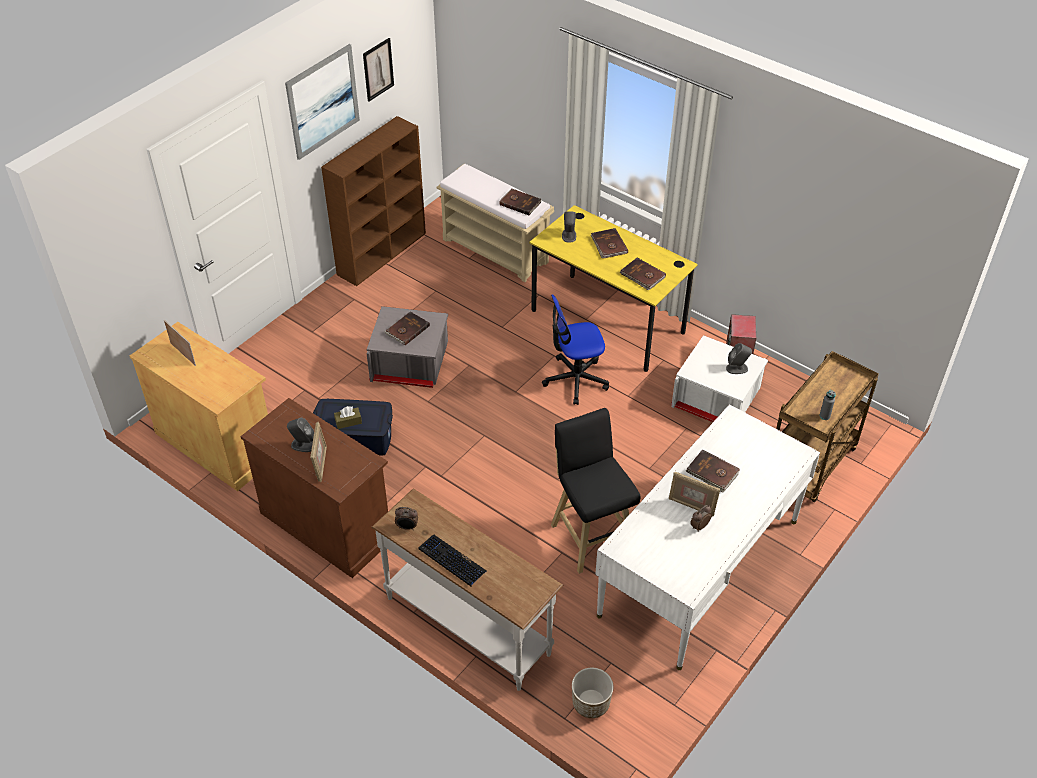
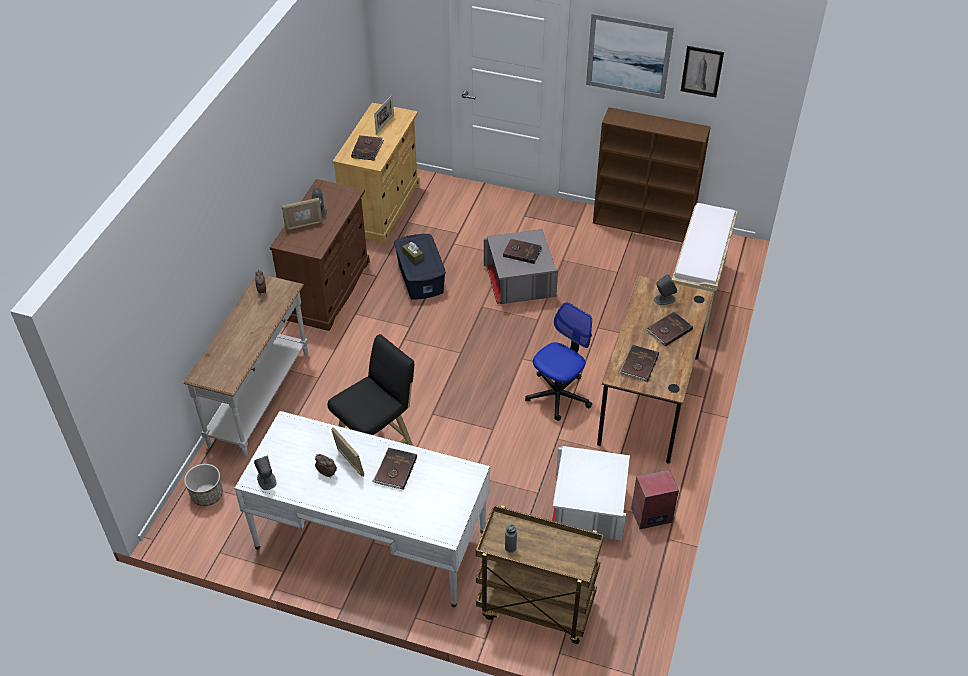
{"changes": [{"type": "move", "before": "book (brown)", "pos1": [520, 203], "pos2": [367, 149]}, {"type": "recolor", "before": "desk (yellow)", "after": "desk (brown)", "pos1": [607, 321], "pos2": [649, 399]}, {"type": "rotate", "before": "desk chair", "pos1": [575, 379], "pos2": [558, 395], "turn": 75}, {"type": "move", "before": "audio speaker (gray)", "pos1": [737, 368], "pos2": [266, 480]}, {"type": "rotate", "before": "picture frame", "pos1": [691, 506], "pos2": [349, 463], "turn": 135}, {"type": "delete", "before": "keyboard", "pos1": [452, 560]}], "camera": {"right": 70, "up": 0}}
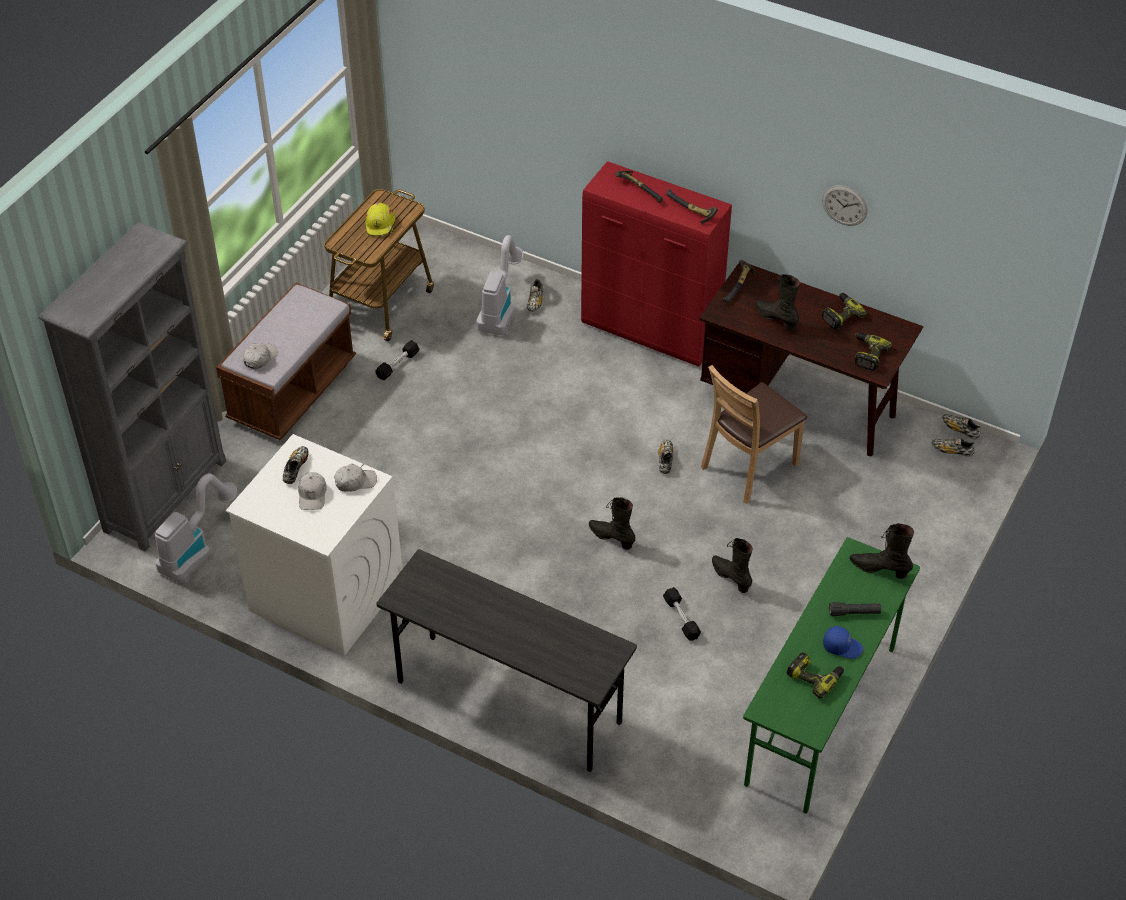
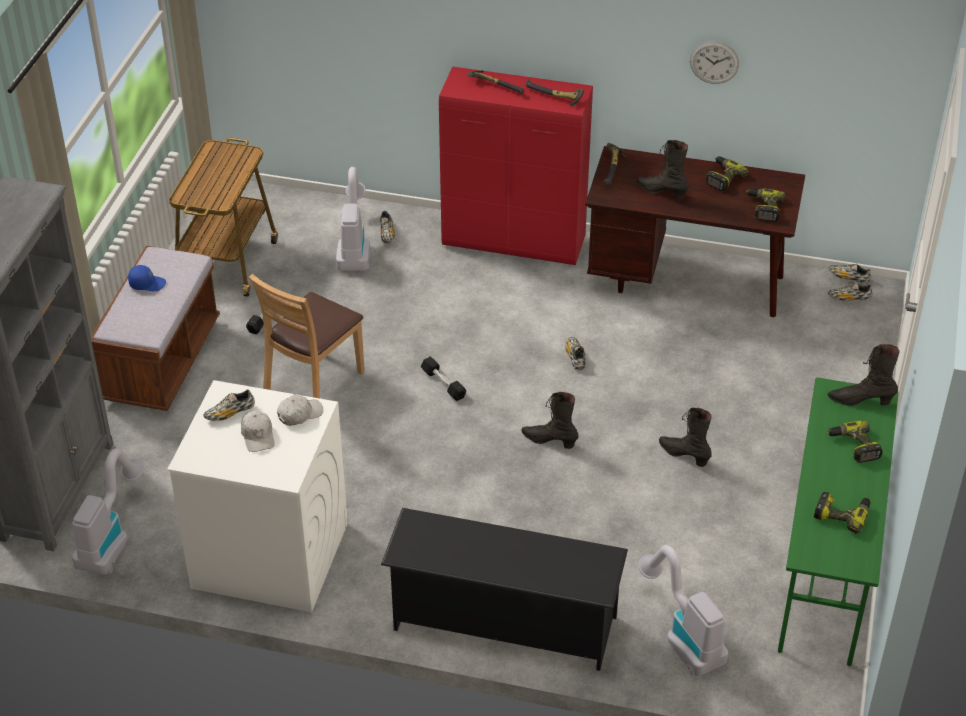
{"changes": [{"type": "delete", "before": "safety helmet (yellow)", "pos1": [381, 225]}, {"type": "delete", "before": "cap (white-coloured)", "pos1": [260, 358]}, {"type": "move", "before": "plain chair (brown)", "pos1": [749, 467], "pos2": [314, 384]}, {"type": "rotate", "before": "item of footwear", "pos1": [296, 469], "pos2": [230, 413], "turn": -120}, {"type": "replace", "before": "desk (gray)", "after": "shoe rack (black-coloured)", "pos1": [507, 703], "pos2": [503, 623]}, {"type": "move", "before": "hand weight (black-coloured)", "pos1": [681, 618], "pos2": [443, 384]}, {"type": "replace", "before": "hand torch (black-coloured)", "after": "electric drill", "pos1": [854, 613], "pos2": [854, 446]}, {"type": "move", "before": "cap (bluish)", "pos1": [842, 646], "pos2": [147, 283]}, {"type": "insert", "after": "vacuum cleaner", "pos2": [682, 636]}], "camera": {"right": -15, "up": -5}}
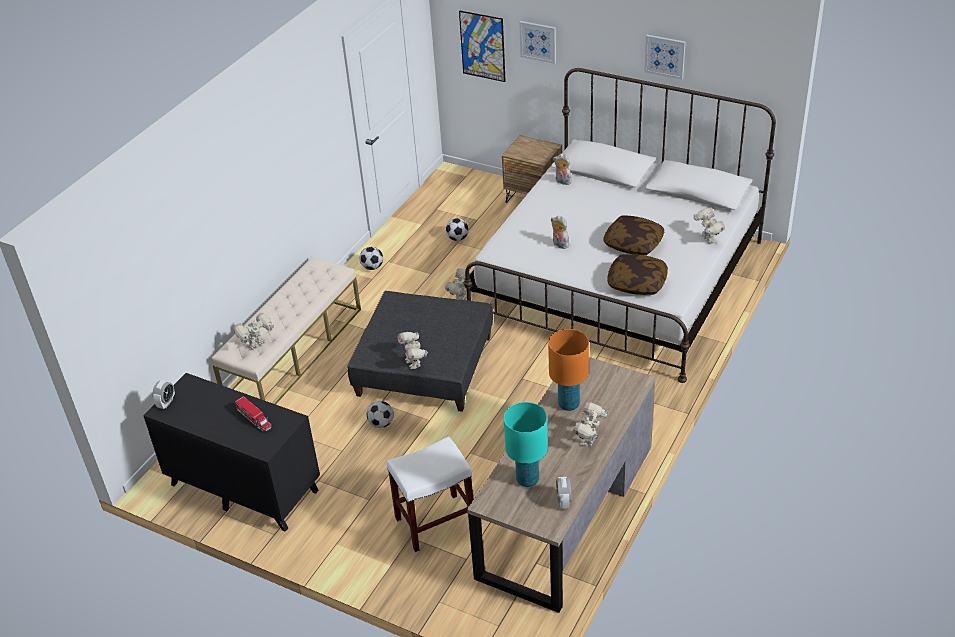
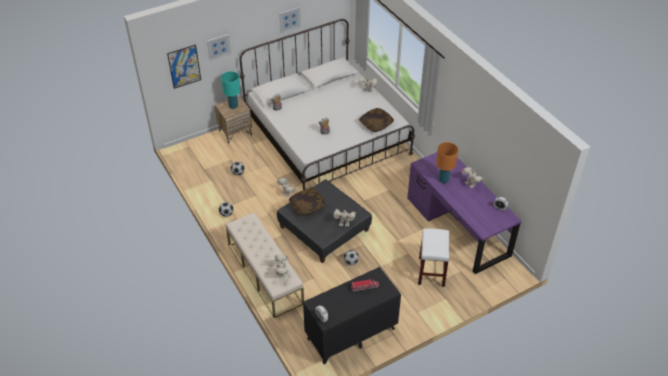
{"changes": [{"type": "move", "before": "pillow", "pos1": [633, 244], "pos2": [307, 206]}, {"type": "recolor", "before": "desk (brown)", "after": "desk (purple)", "pos1": [566, 511], "pos2": [457, 226]}, {"type": "move", "before": "table lamp (turquoise-coloured)", "pos1": [527, 479], "pos2": [233, 106]}], "camera": {"right": -60, "up": 5}}
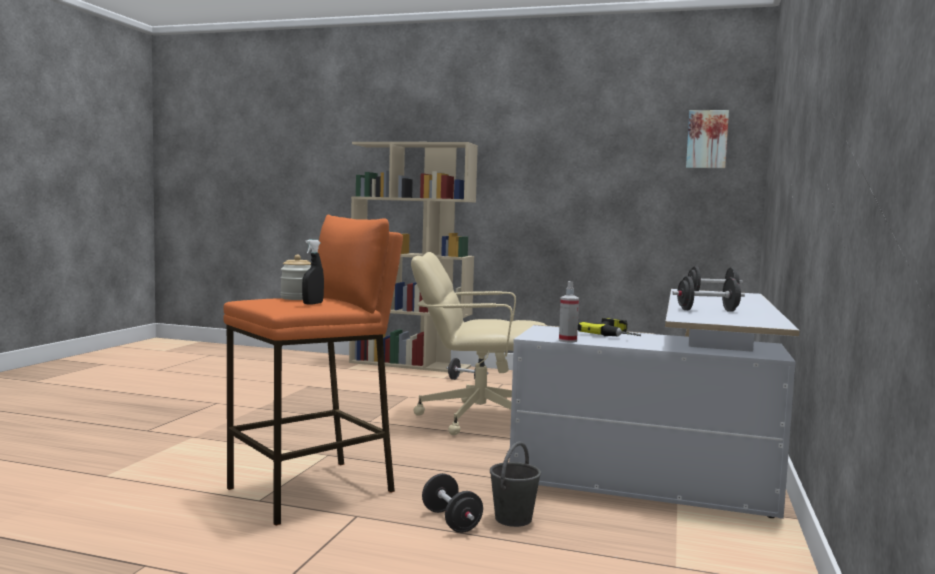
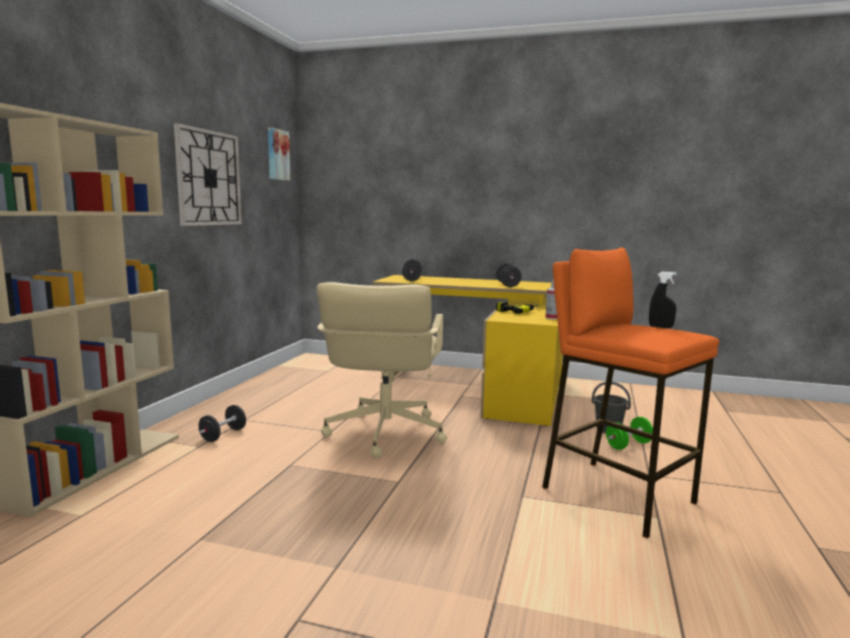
{"changes": [{"type": "delete", "before": "preserve jar", "pos1": [297, 298]}, {"type": "recolor", "before": "desk (white-coloured)", "after": "desk (yellow)", "pos1": [677, 463], "pos2": [482, 386]}, {"type": "recolor", "before": "hand weight (black-coloured)", "after": "hand weight (green-coloured)", "pos1": [451, 521], "pos2": [628, 445]}, {"type": "insert", "after": "clock on the wall", "pos2": [209, 178]}], "camera": {"right": -90, "up": 5}}
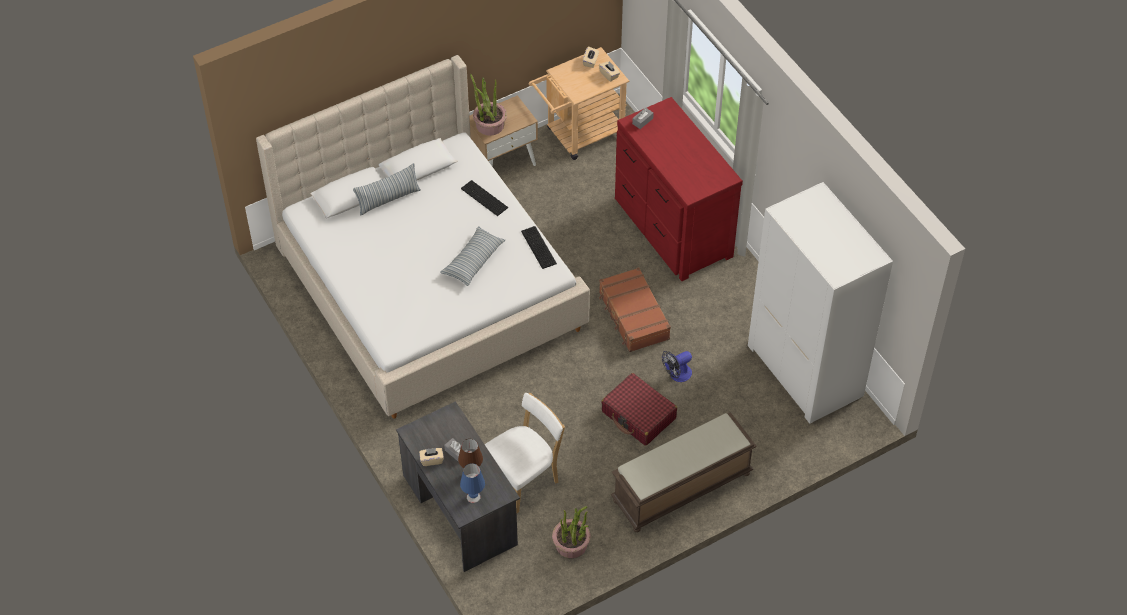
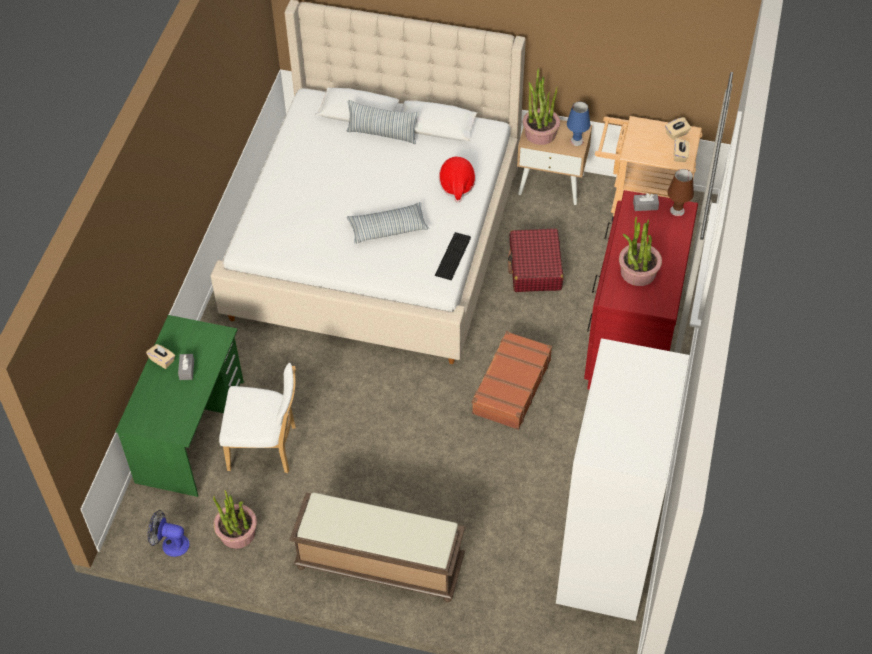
{"changes": [{"type": "replace", "before": "keyboard", "after": "hat", "pos1": [484, 199], "pos2": [457, 186]}, {"type": "move", "before": "cooling fan", "pos1": [677, 375], "pos2": [170, 544]}, {"type": "move", "before": "travel case (red-coloured)", "pos1": [638, 415], "pos2": [535, 268]}, {"type": "recolor", "before": "desk (gray)", "after": "desk (green-coloured)", "pos1": [460, 509], "pos2": [191, 431]}, {"type": "move", "before": "table lamp (brown)", "pos1": [471, 472], "pos2": [677, 210]}, {"type": "move", "before": "table lamp (bluish)", "pos1": [473, 497], "pos2": [576, 141]}, {"type": "insert", "after": "potted plant", "pos2": [638, 272]}], "camera": {"right": 45, "up": 0}}
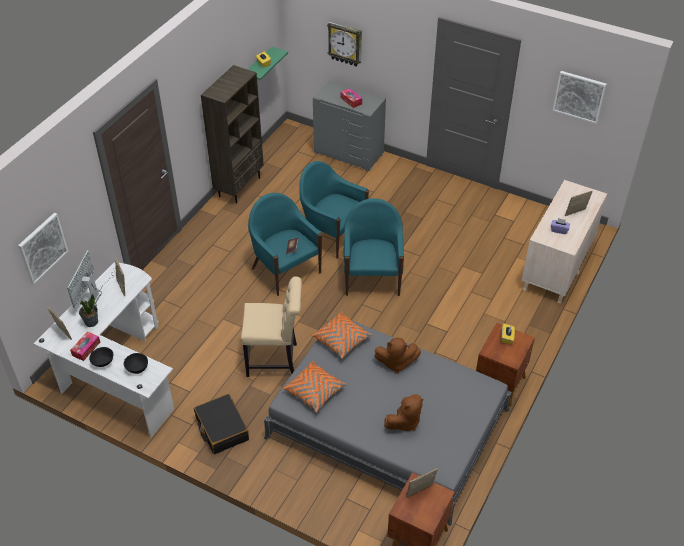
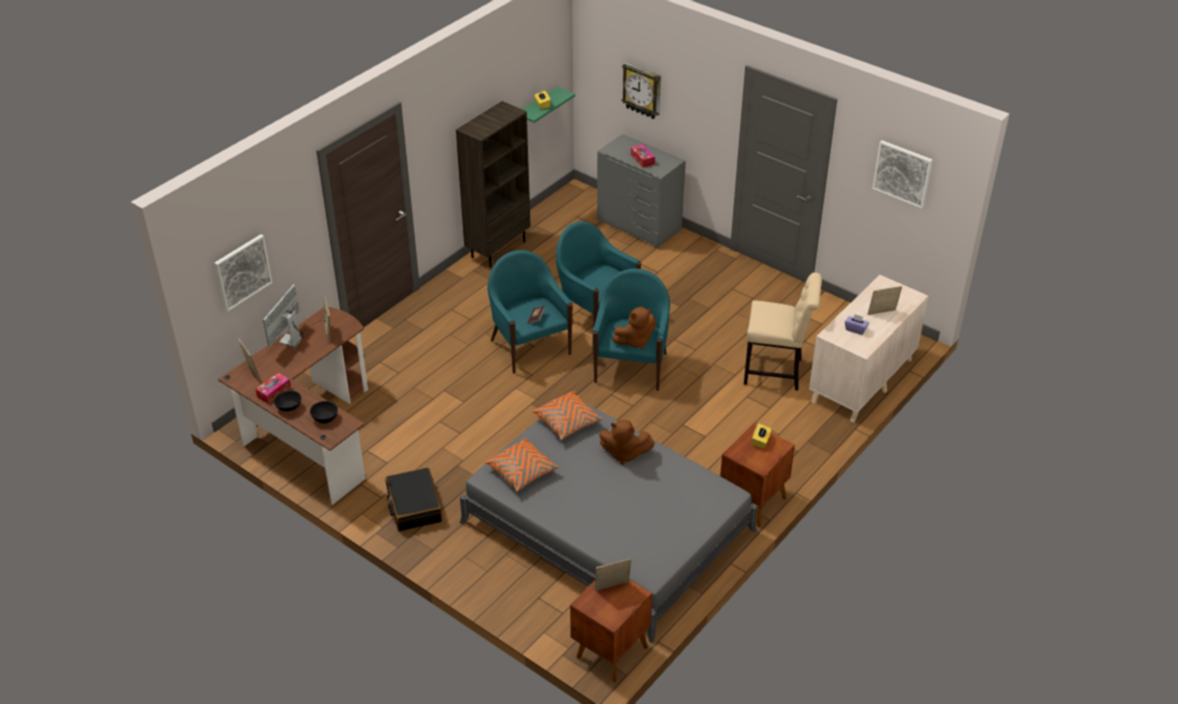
{"changes": [{"type": "recolor", "before": "desk (white-coloured)", "after": "desk (brown)", "pos1": [117, 372], "pos2": [310, 432]}, {"type": "move", "before": "plain chair (beige)", "pos1": [275, 360], "pos2": [776, 372]}, {"type": "delete", "before": "potted plant", "pos1": [91, 322]}, {"type": "move", "before": "plush toy (brown)", "pos1": [405, 422], "pos2": [635, 341]}], "camera": {"right": 10, "up": -5}}
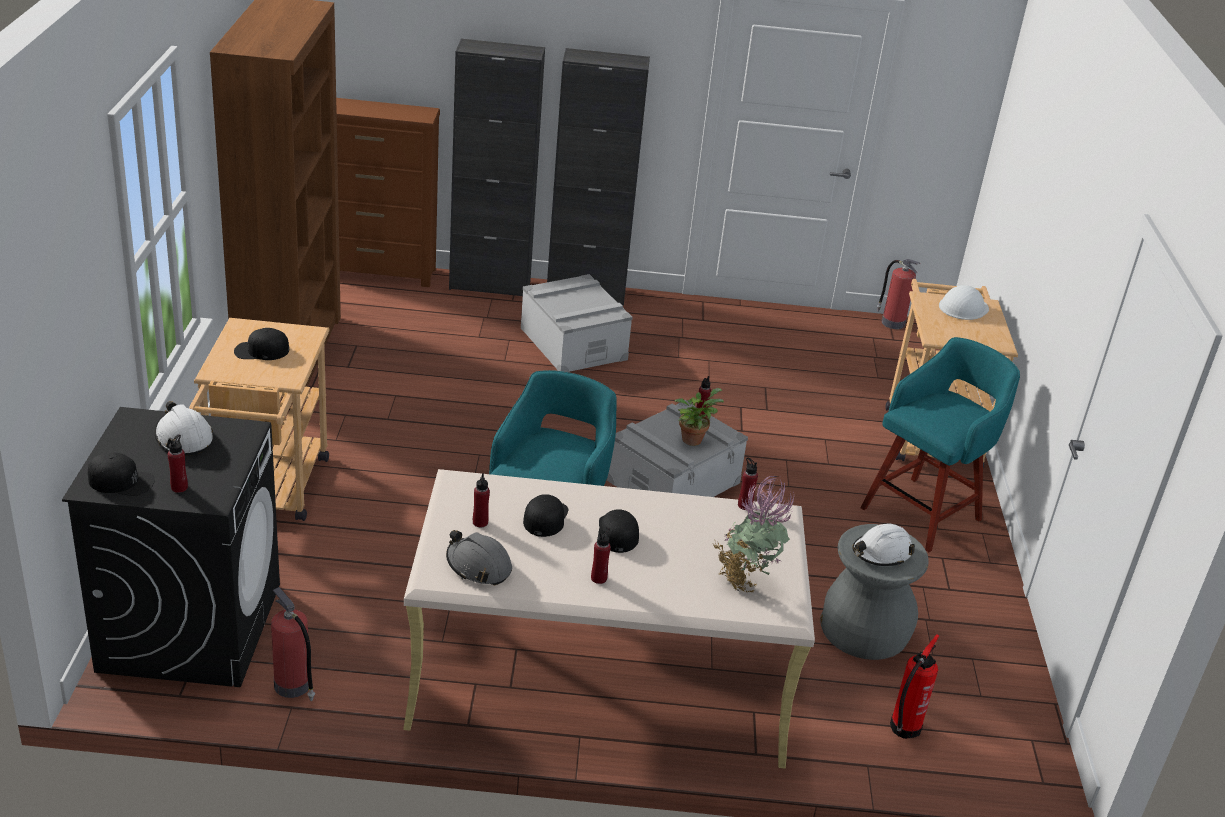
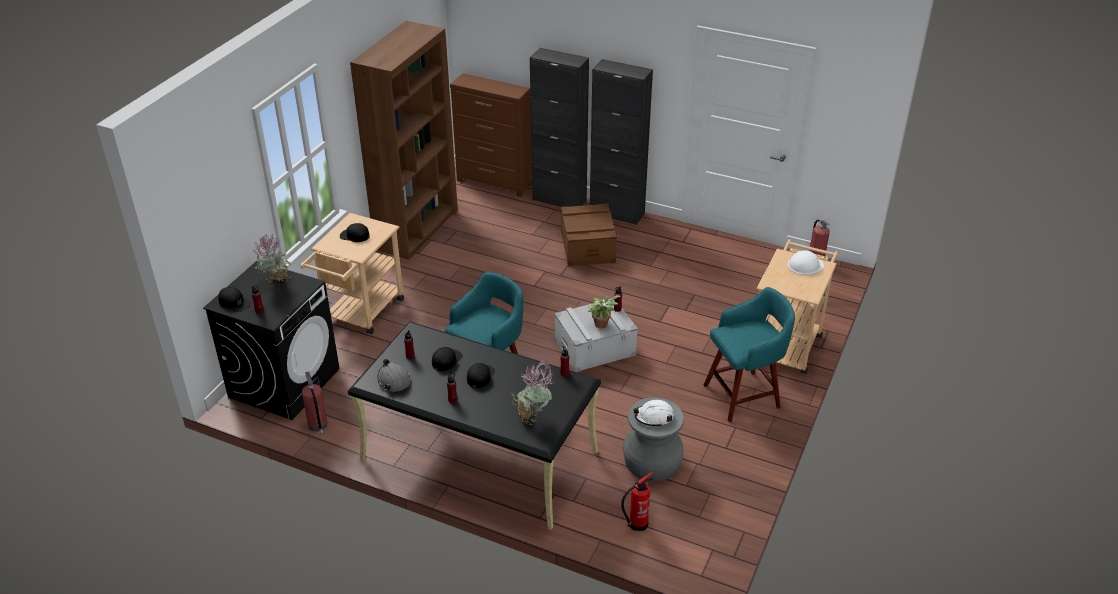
{"changes": [{"type": "recolor", "before": "storage bin (gray)", "after": "storage bin (brown)", "pos1": [573, 344], "pos2": [587, 247]}, {"type": "replace", "before": "safety helmet (white-coloured)", "after": "potted plant", "pos1": [183, 438], "pos2": [277, 283]}, {"type": "recolor", "before": "desk (beige)", "after": "desk (black-coloured)", "pos1": [598, 678], "pos2": [478, 455]}], "camera": {"right": 25, "up": 5}}
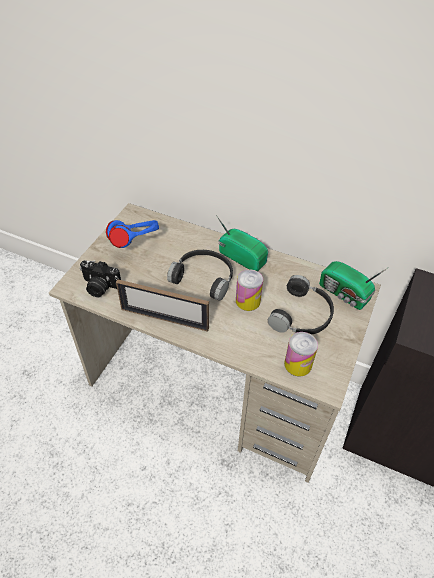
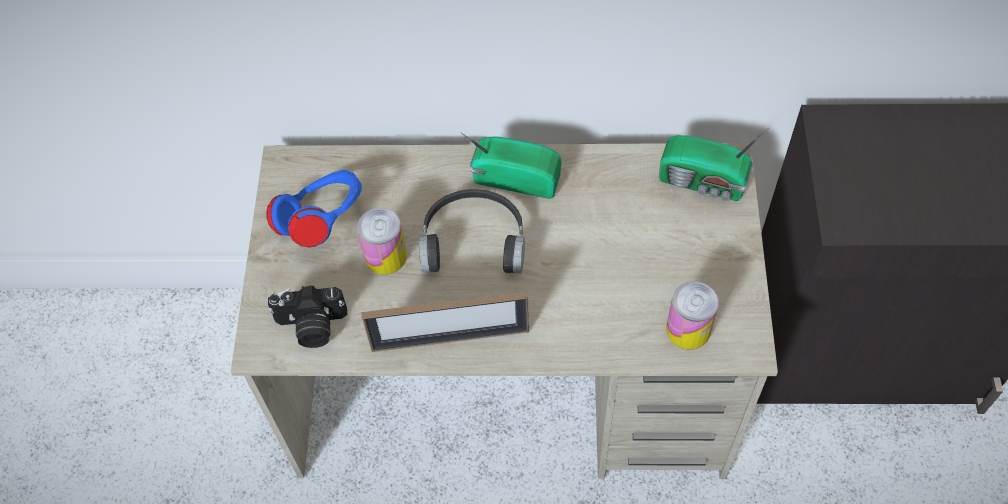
{"changes": [{"type": "move", "before": "metal can", "pos1": [248, 301], "pos2": [385, 256]}, {"type": "delete", "before": "headset (black-coloured)", "pos1": [303, 315]}], "camera": {"right": -20, "up": 10}}
